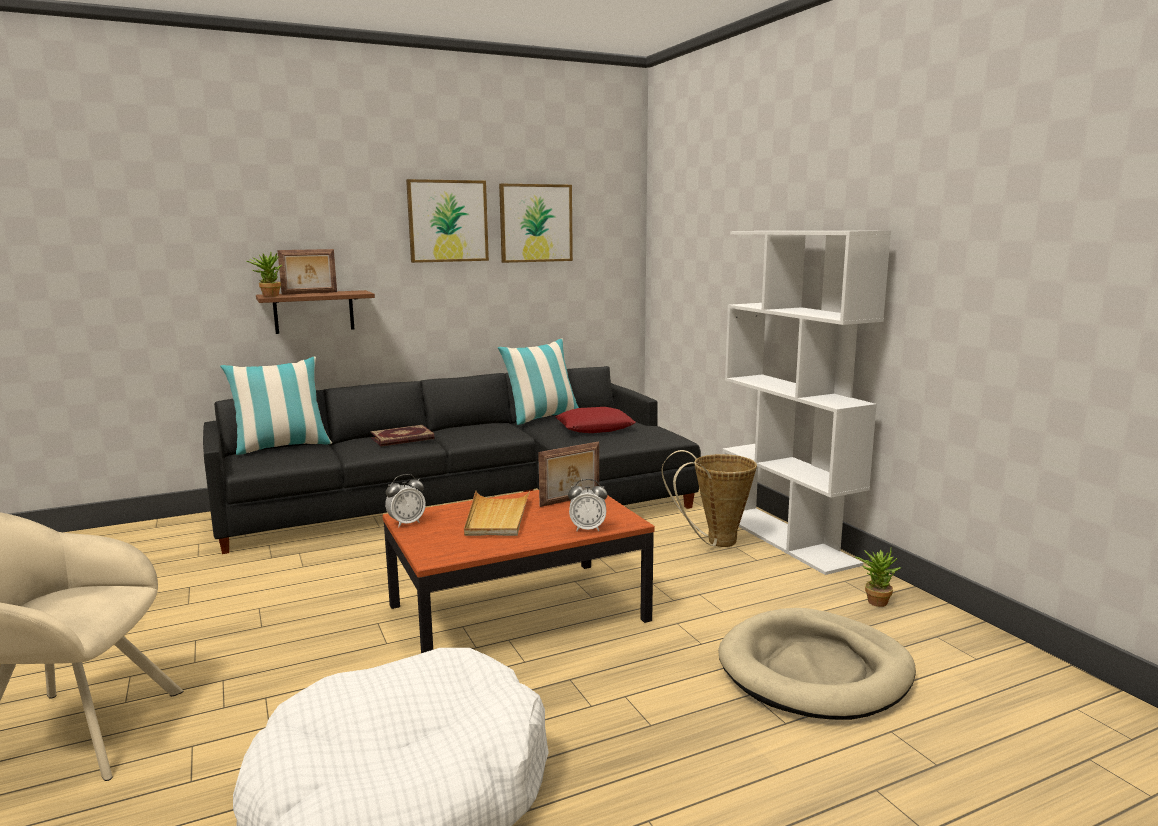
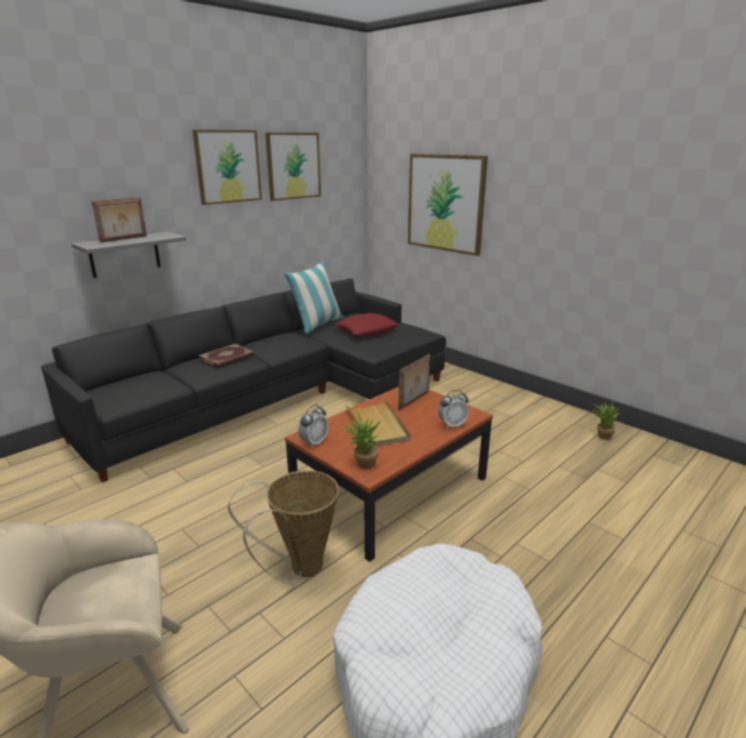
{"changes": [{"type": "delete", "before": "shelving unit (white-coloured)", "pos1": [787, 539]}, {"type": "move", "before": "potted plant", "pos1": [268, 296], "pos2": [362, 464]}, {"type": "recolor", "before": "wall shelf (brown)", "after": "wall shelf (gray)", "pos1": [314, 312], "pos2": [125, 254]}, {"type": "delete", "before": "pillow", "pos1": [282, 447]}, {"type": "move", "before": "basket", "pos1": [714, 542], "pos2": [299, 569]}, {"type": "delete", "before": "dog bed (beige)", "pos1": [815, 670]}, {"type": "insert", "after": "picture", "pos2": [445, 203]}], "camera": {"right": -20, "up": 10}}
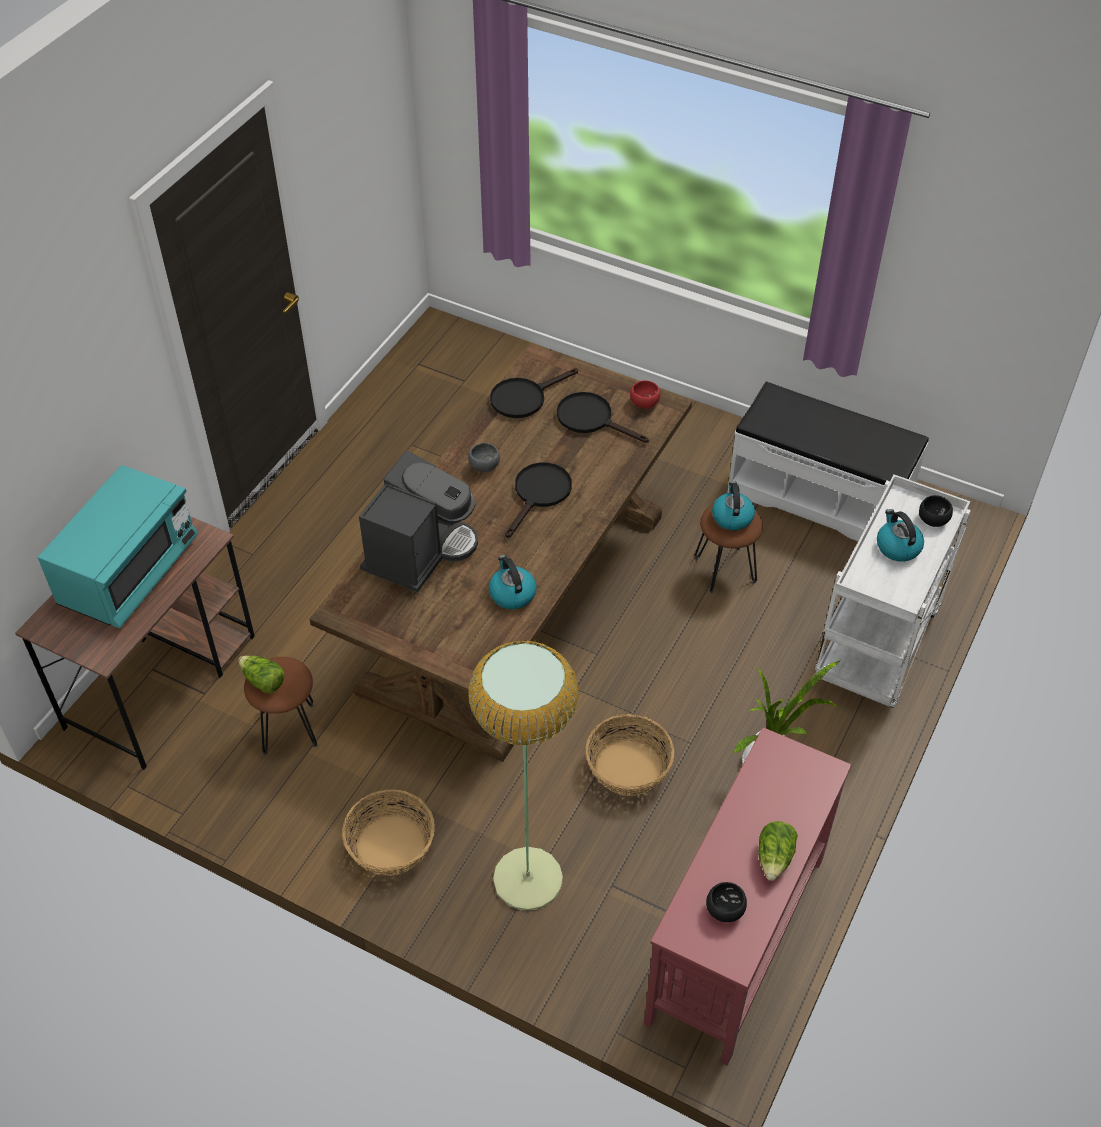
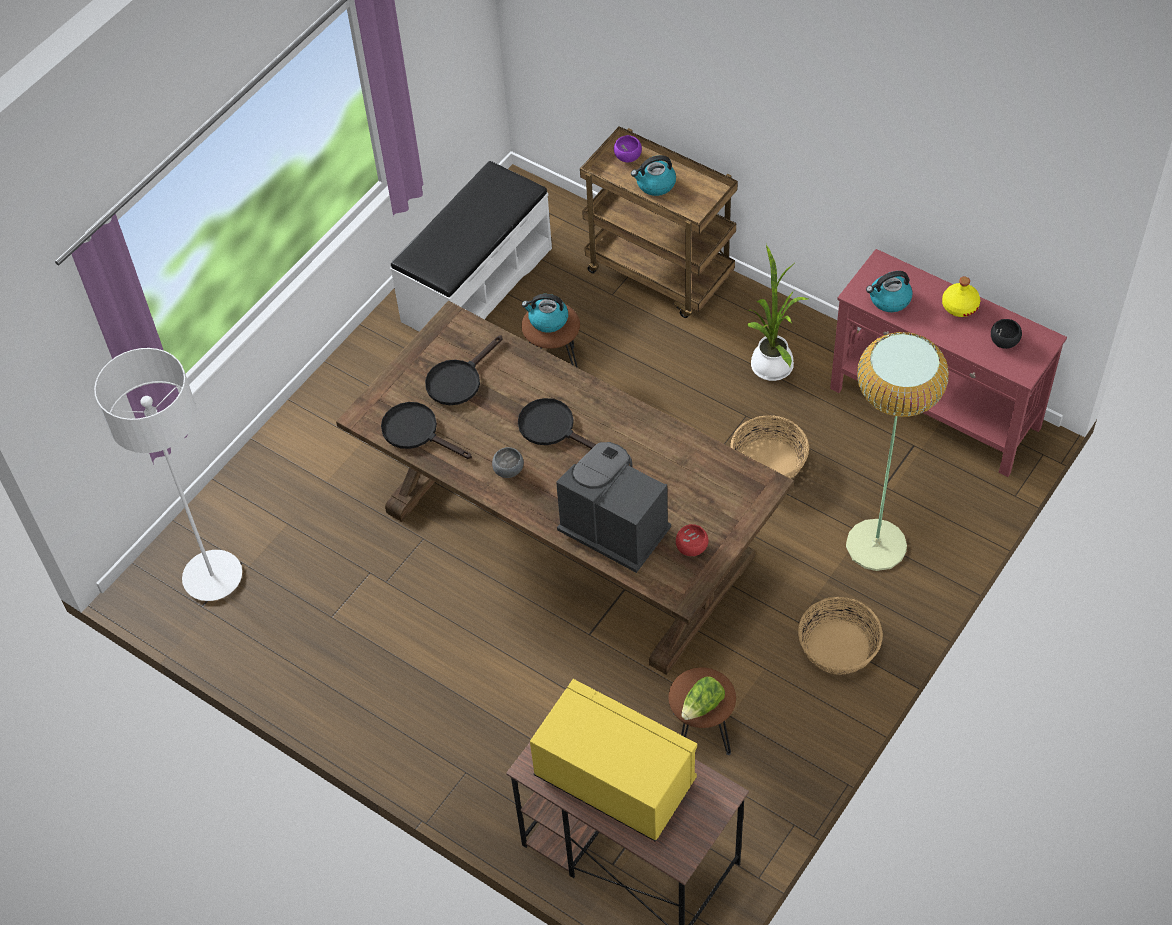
{"changes": [{"type": "rotate", "before": "skillet (black-coloured)", "pos1": [524, 398], "pos2": [417, 432], "turn": 150}, {"type": "move", "before": "bowl (red-coloured)", "pos1": [644, 404], "pos2": [692, 547]}, {"type": "recolor", "before": "microwave oven (turquoise-coloured)", "after": "microwave oven (yellow)", "pos1": [129, 573], "pos2": [614, 780]}, {"type": "recolor", "before": "cart (white-coloured)", "after": "cart (brown)", "pos1": [876, 650], "pos2": [661, 274]}, {"type": "recolor", "before": "bowl (black-coloured)", "after": "bowl (purple)", "pos1": [932, 519], "pos2": [627, 157]}, {"type": "move", "before": "water kettle", "pos1": [512, 593], "pos2": [889, 300]}, {"type": "replace", "before": "head of lettuce", "after": "bottle (yellow)", "pos1": [775, 858], "pos2": [959, 306]}, {"type": "insert", "after": "standard lamp (white-coloured)", "pos2": [213, 577]}], "camera": {"right": -80, "up": 5}}
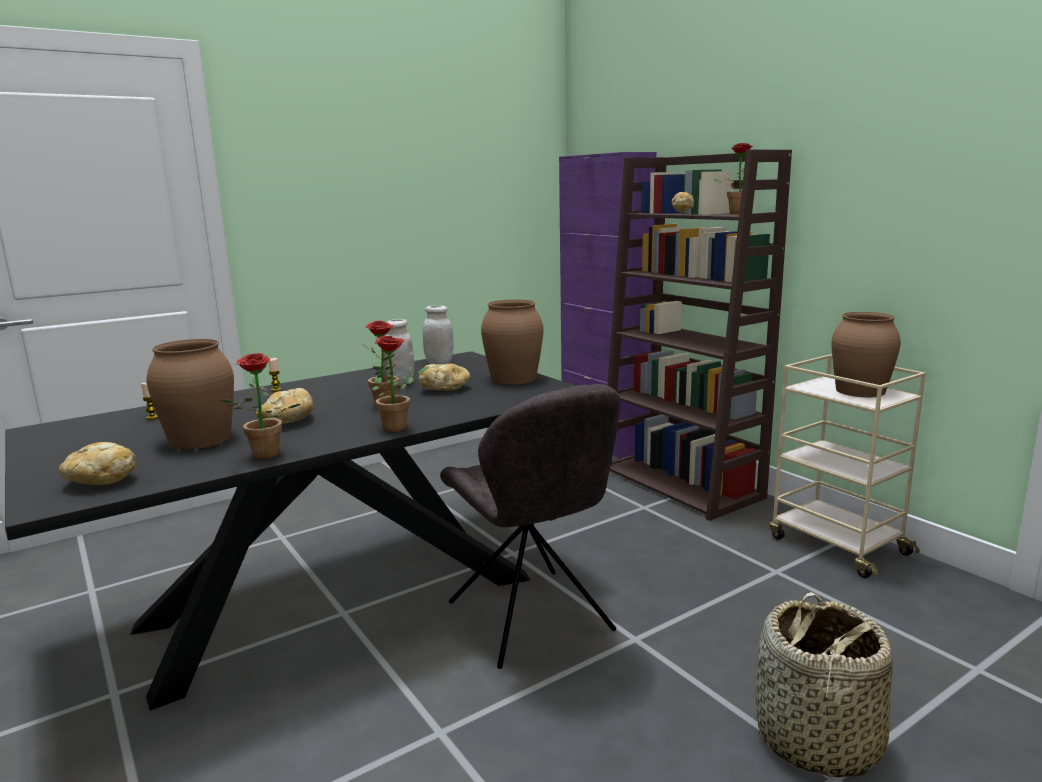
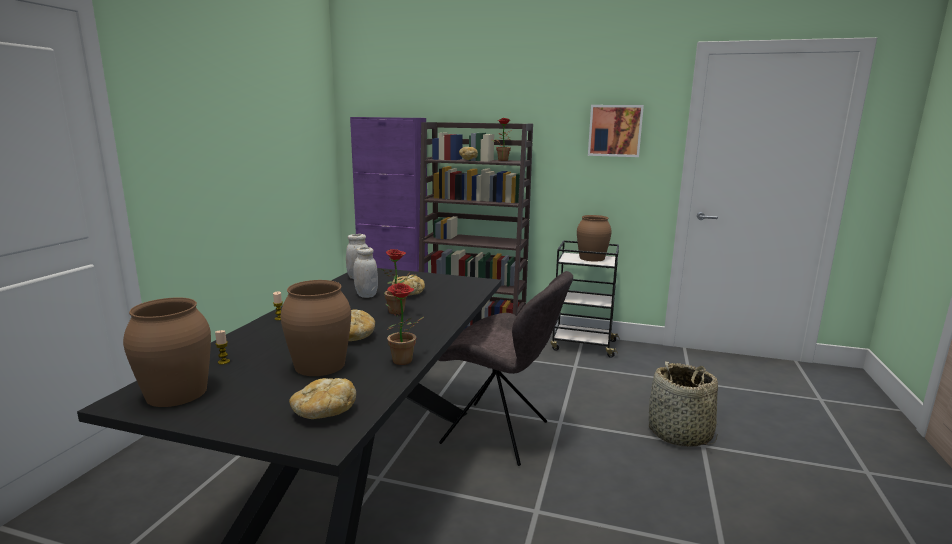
{"changes": [{"type": "move", "before": "vase (brown)", "pos1": [513, 378], "pos2": [176, 392]}, {"type": "delete", "before": "potted plant", "pos1": [400, 427]}, {"type": "recolor", "before": "cart (beige)", "after": "cart (black-coloured)", "pos1": [836, 545], "pos2": [582, 345]}, {"type": "insert", "after": "picture", "pos2": [615, 130]}], "camera": {"right": -40, "up": 0}}
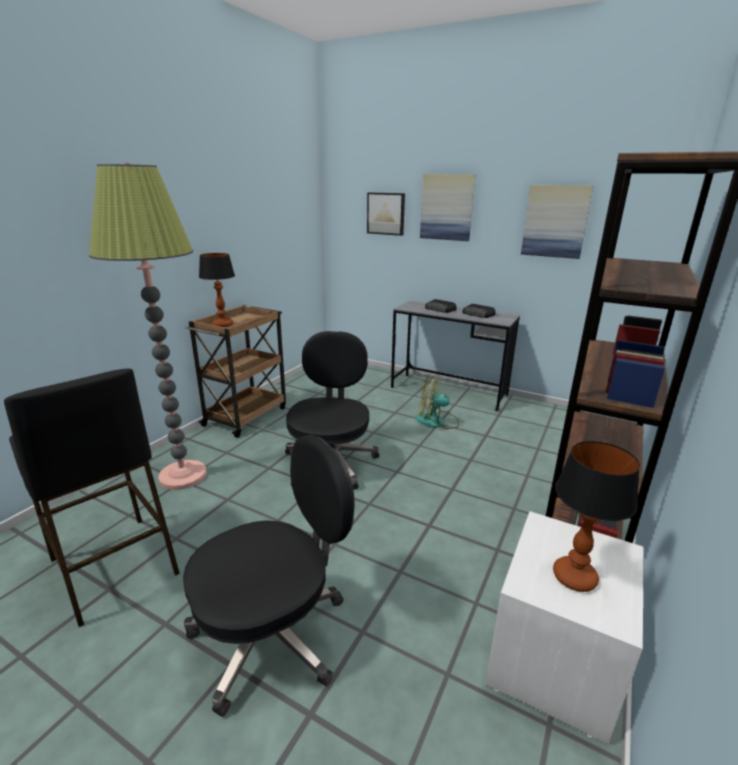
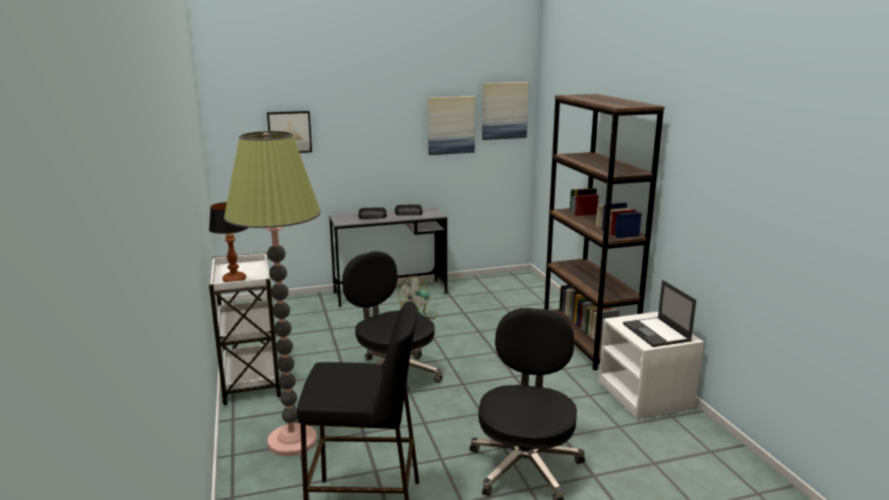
{"changes": [{"type": "move", "before": "picture", "pos1": [447, 207], "pos2": [504, 110]}, {"type": "recolor", "before": "cart (brown)", "after": "cart (white-coloured)", "pos1": [246, 415], "pos2": [251, 379]}, {"type": "replace", "before": "table lamp", "after": "notebook computer", "pos1": [575, 578], "pos2": [657, 333]}], "camera": {"right": -45, "up": -5}}
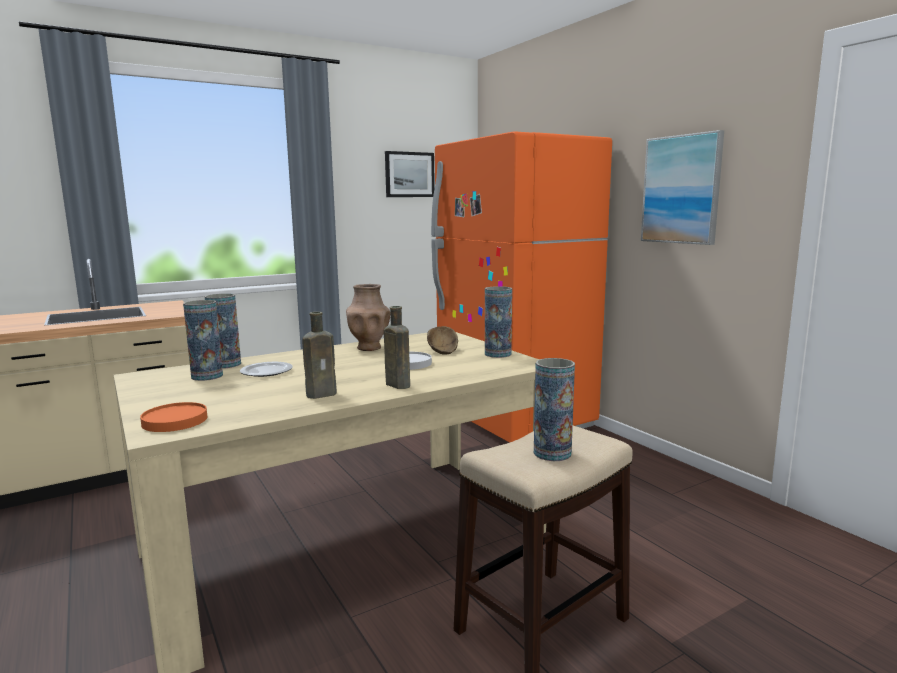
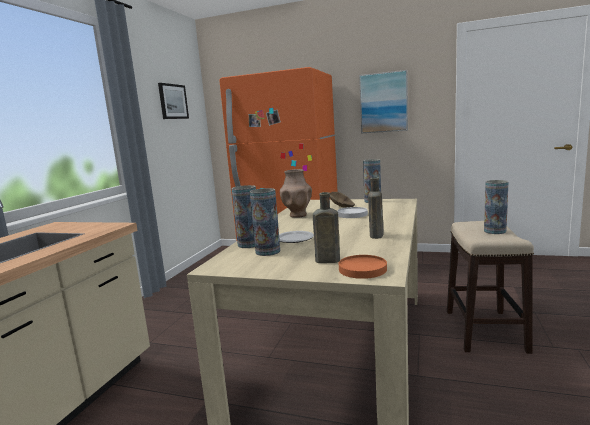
{"changes": [{"type": "move", "before": "bottle (brown)", "pos1": [396, 385], "pos2": [325, 260]}], "camera": {"right": -40, "up": 0}}
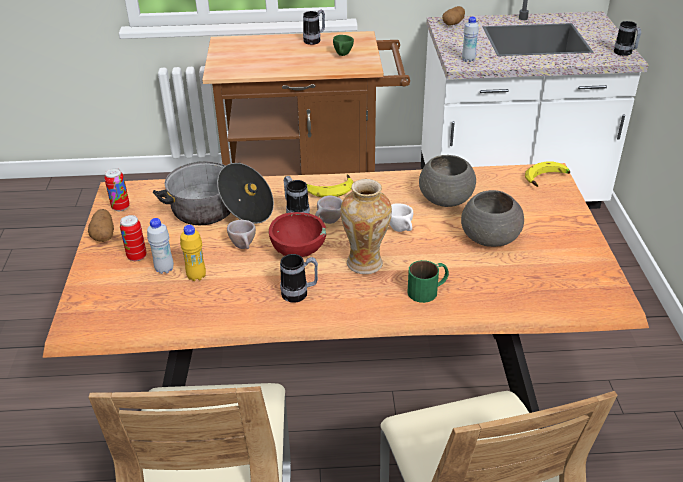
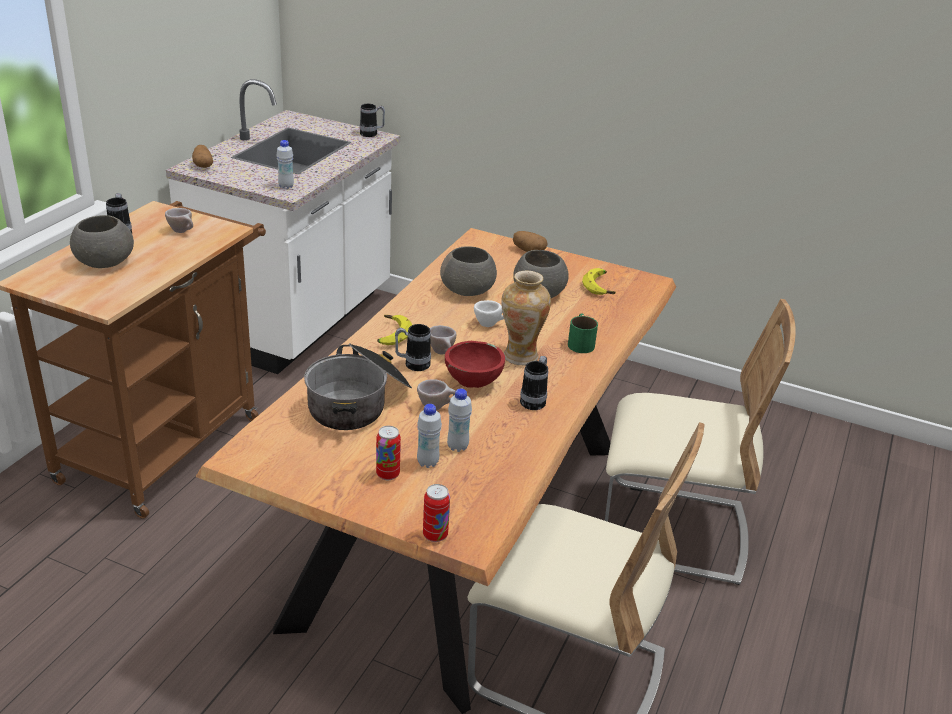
{"changes": [{"type": "recolor", "before": "drinking cup (green-coloured)", "after": "drinking cup (beige)", "pos1": [343, 55], "pos2": [183, 232]}, {"type": "move", "before": "banana", "pos1": [547, 180], "pos2": [601, 287]}, {"type": "move", "before": "metal can", "pos1": [120, 207], "pos2": [435, 535]}, {"type": "move", "before": "spud", "pos1": [104, 235], "pos2": [528, 250]}, {"type": "recolor", "before": "bottle (yellow)", "after": "bottle (white-coloured)", "pos1": [196, 276], "pos2": [457, 447]}, {"type": "insert", "after": "bowl (gray)", "pos2": [104, 262]}], "camera": {"right": -65, "up": -5}}
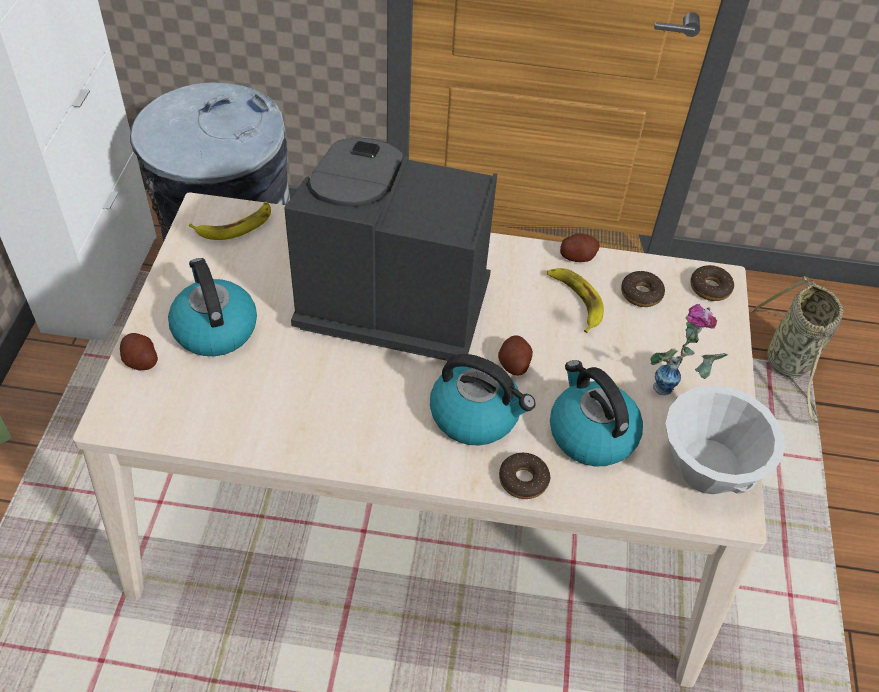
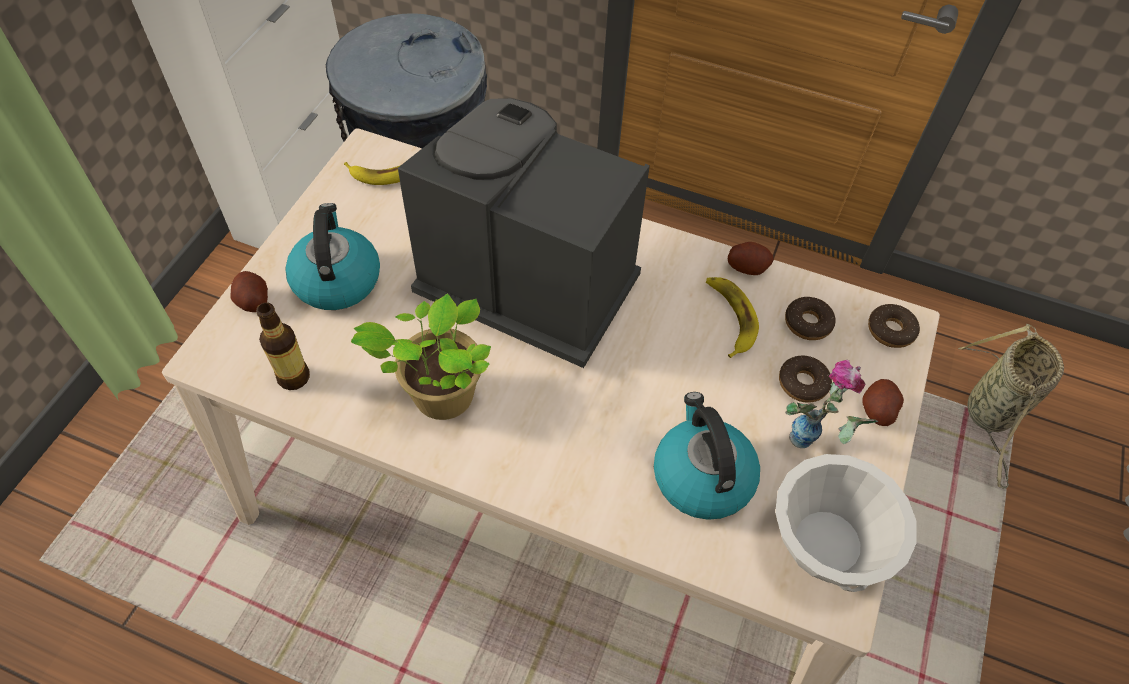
{"changes": [{"type": "move", "before": "spud", "pos1": [514, 364], "pos2": [877, 410]}, {"type": "delete", "before": "water kettle", "pos1": [476, 415]}, {"type": "move", "before": "ring doughnut", "pos1": [523, 480], "pos2": [802, 383]}, {"type": "insert", "after": "potted plant", "pos2": [439, 397]}, {"type": "insert", "after": "bottle", "pos2": [293, 377]}], "camera": {"right": 15, "up": 5}}
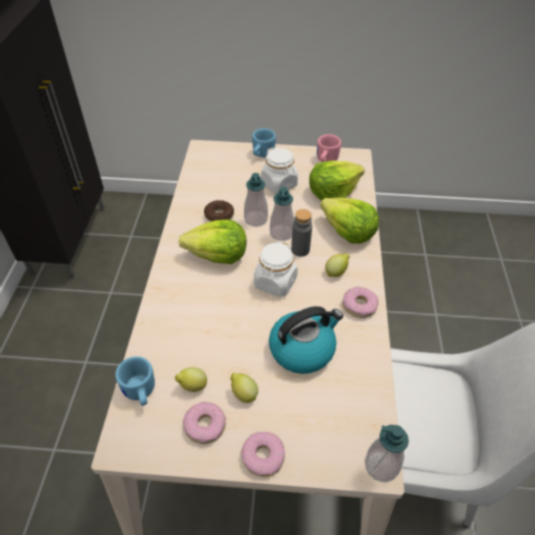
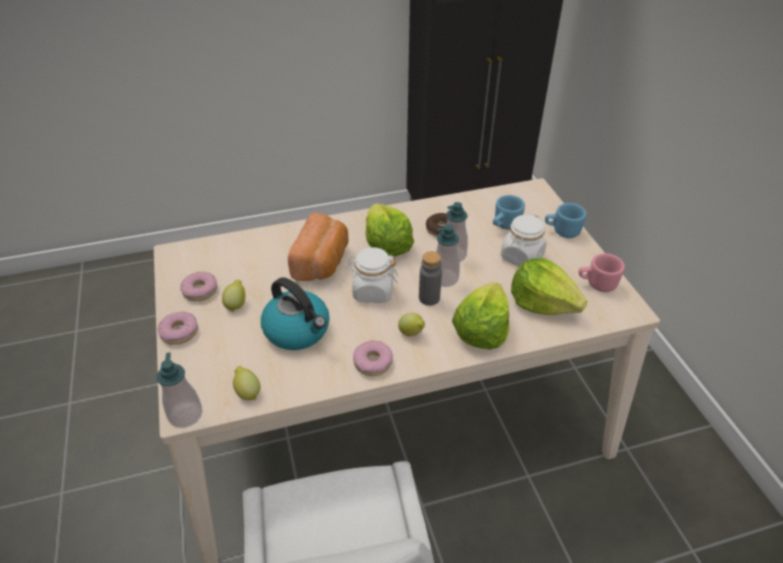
{"changes": [{"type": "move", "before": "mug (bluish)", "pos1": [140, 393], "pos2": [504, 225]}, {"type": "move", "before": "citrus fruit", "pos1": [192, 386], "pos2": [247, 392]}, {"type": "insert", "after": "bakery bread", "pos2": [322, 262]}], "camera": {"right": 70, "up": -5}}
